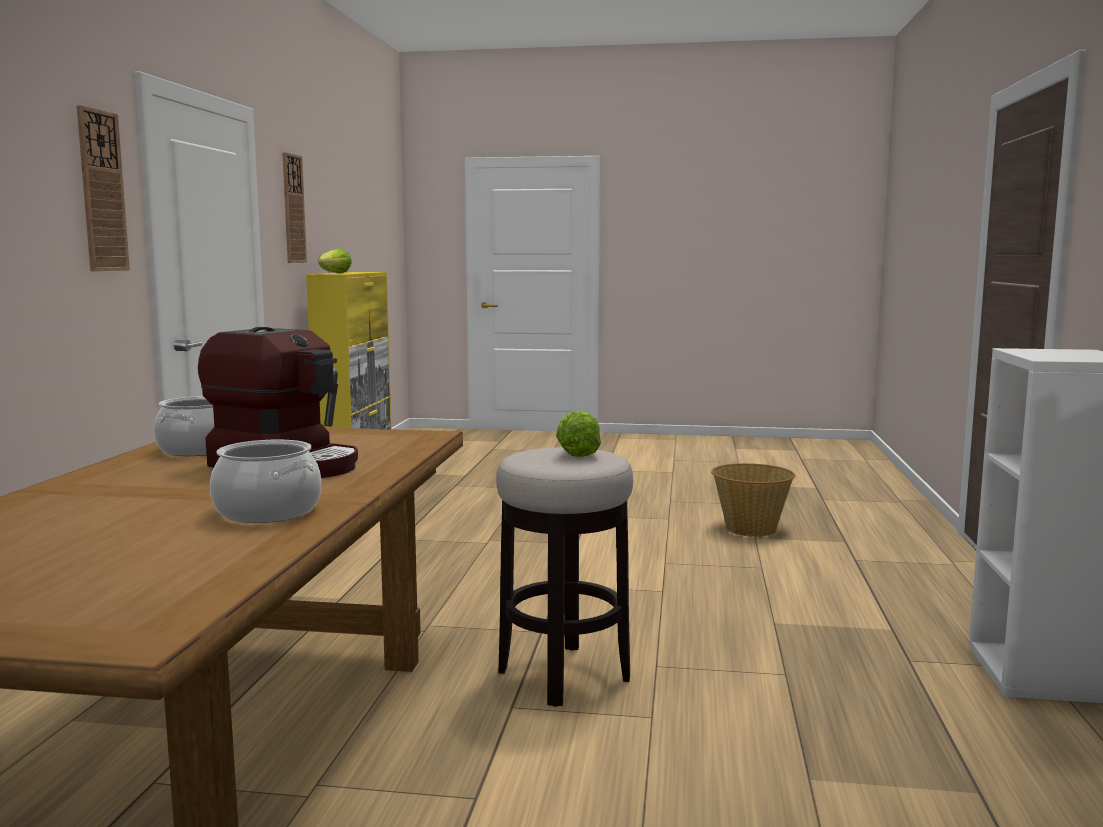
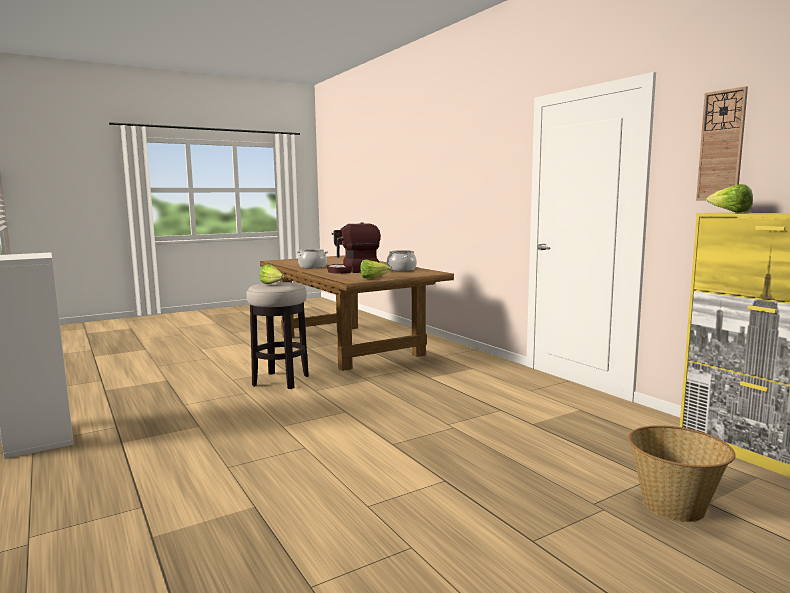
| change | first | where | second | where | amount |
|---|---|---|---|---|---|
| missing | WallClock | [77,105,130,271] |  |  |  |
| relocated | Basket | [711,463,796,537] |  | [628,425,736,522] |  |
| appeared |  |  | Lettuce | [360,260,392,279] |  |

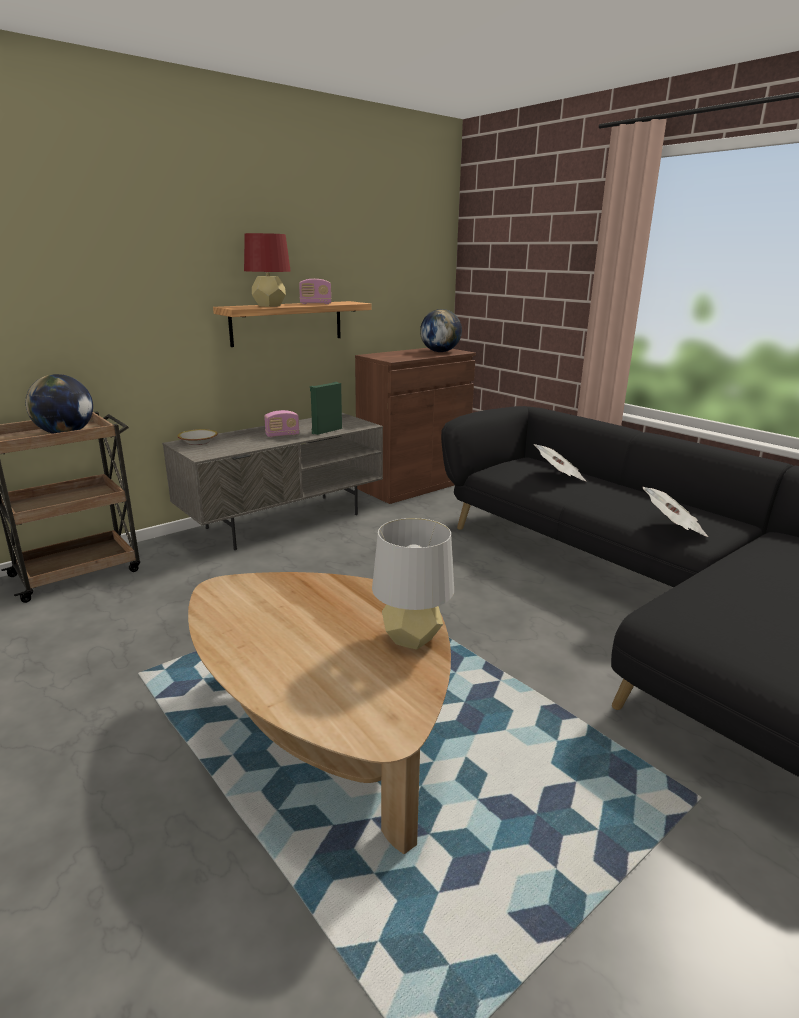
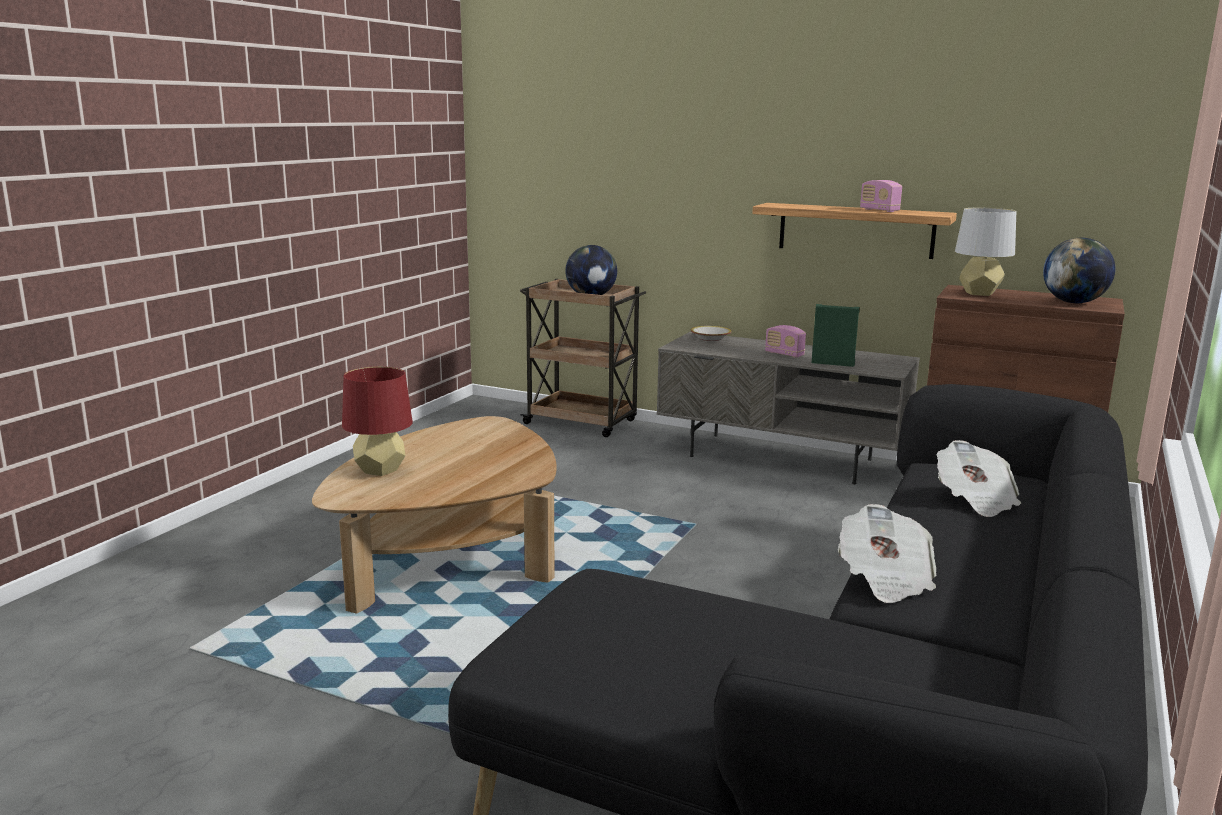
| change | first | where | second | where | amount |
|---|---|---|---|---|---|
| relocated | RedTableLamp | [244,233,291,307] |  | [342,366,413,476] |  |
| relocated | GreyTableLamp | [372,518,454,650] |  | [955,208,1016,296] |  |

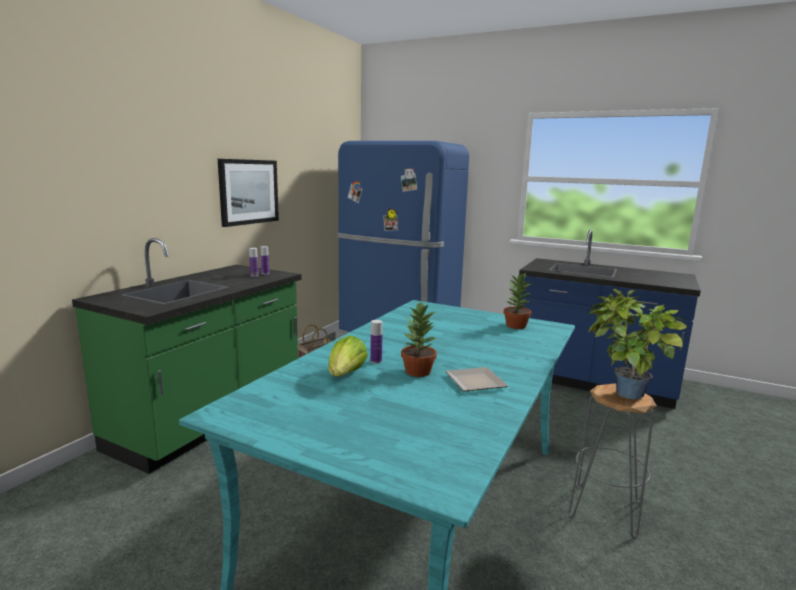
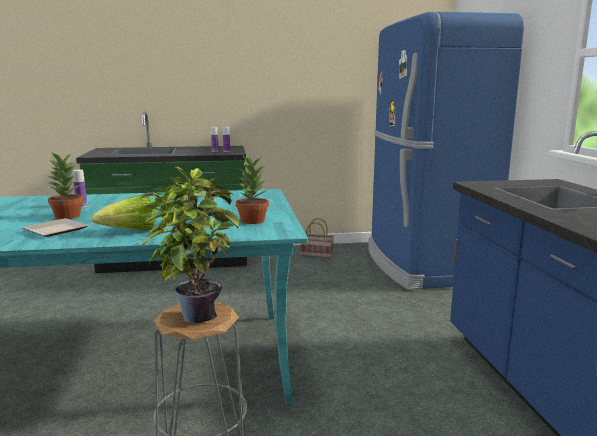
| change | first | where | second | where | amount |
|---|---|---|---|---|---|
| missing | Picture | [218,159,279,227] |  |  |  |
| relocated | Lettuce | [328,335,368,377] |  | [91,195,156,231] |  |

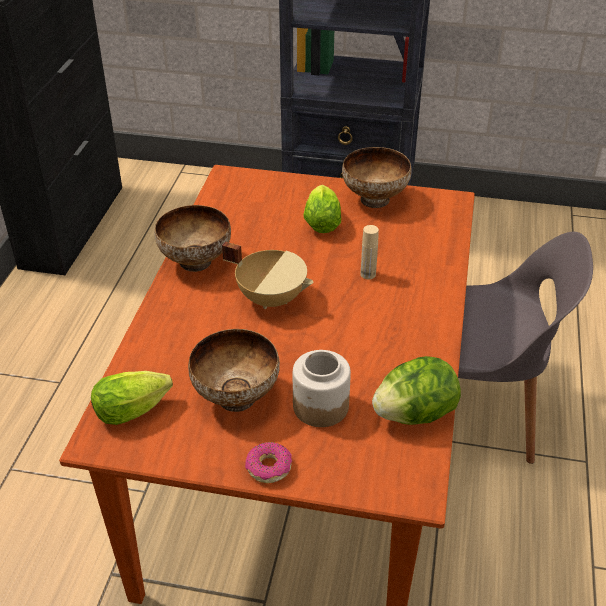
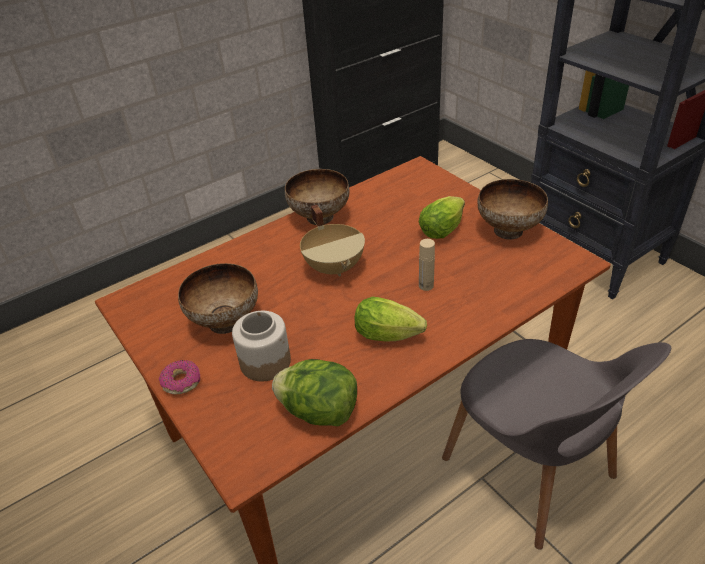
| change | first | where | second | where | amount |
|---|---|---|---|---|---|
| relocated | Lettuce | [91,371,173,425] |  | [355,297,427,341] |  |

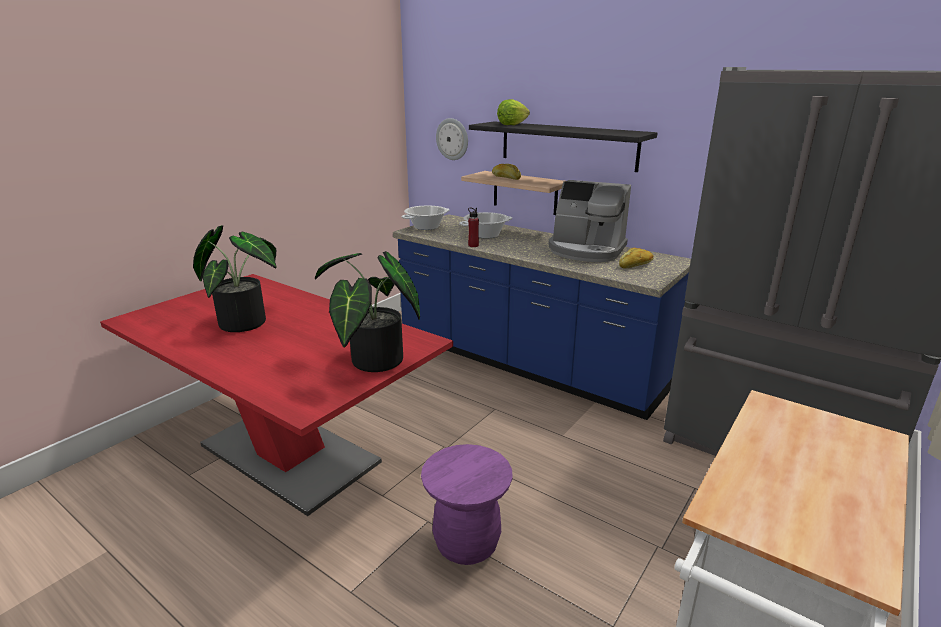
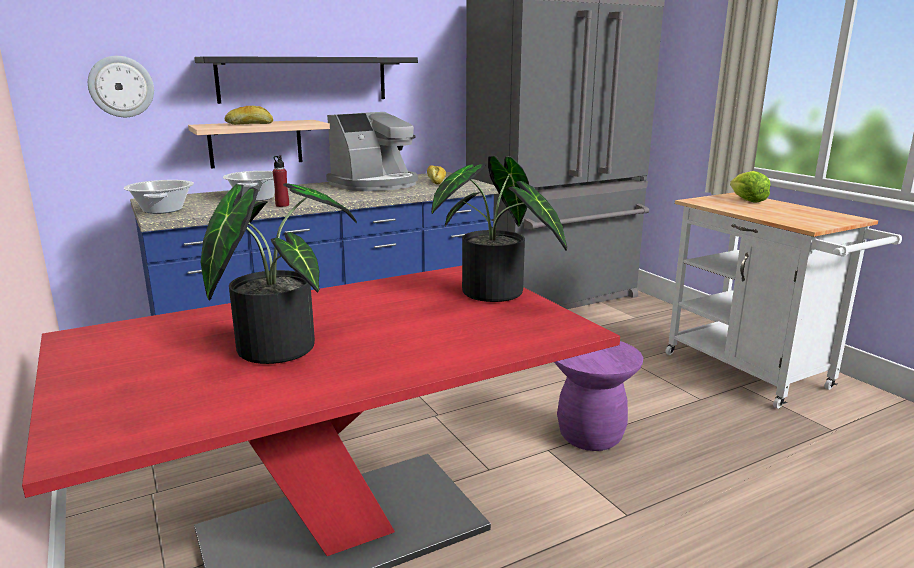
| change | first | where | second | where | amount |
|---|---|---|---|---|---|
| relocated | Lettuce | [497,99,530,125] |  | [730,171,770,203] |  |

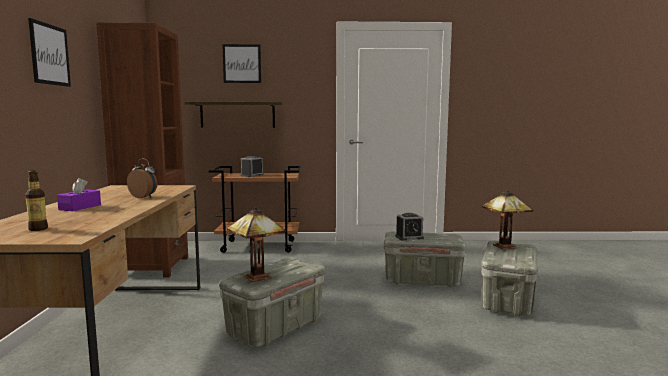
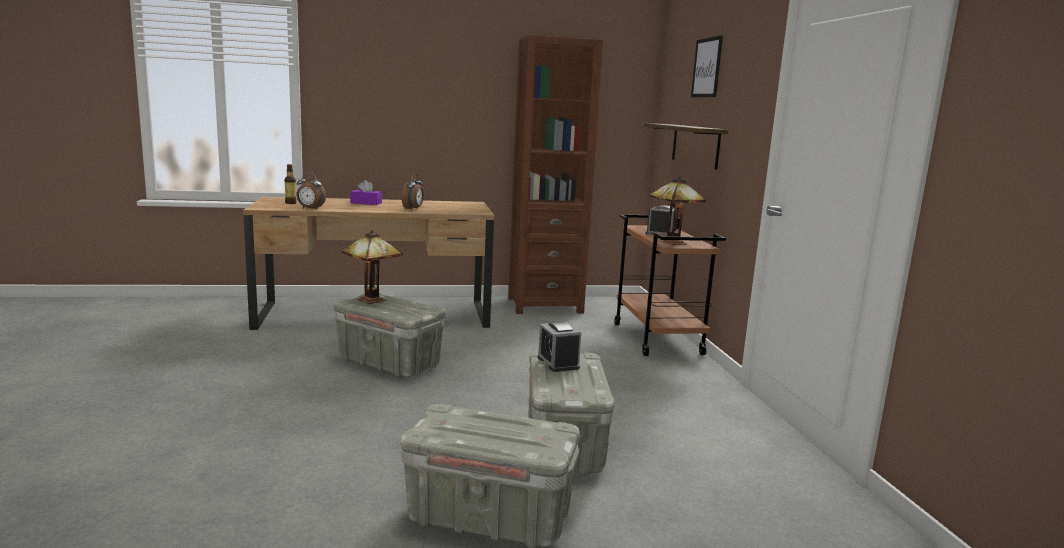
| change | first | where | second | where | amount |
|---|---|---|---|---|---|
| missing | Picture | [28,18,71,87] |  |  |  |
| relocated | TableLamp | [481,190,533,249] |  | [649,176,706,245] |  |
| appeared |  |  | AlarmClock | [296,172,326,209] |  |

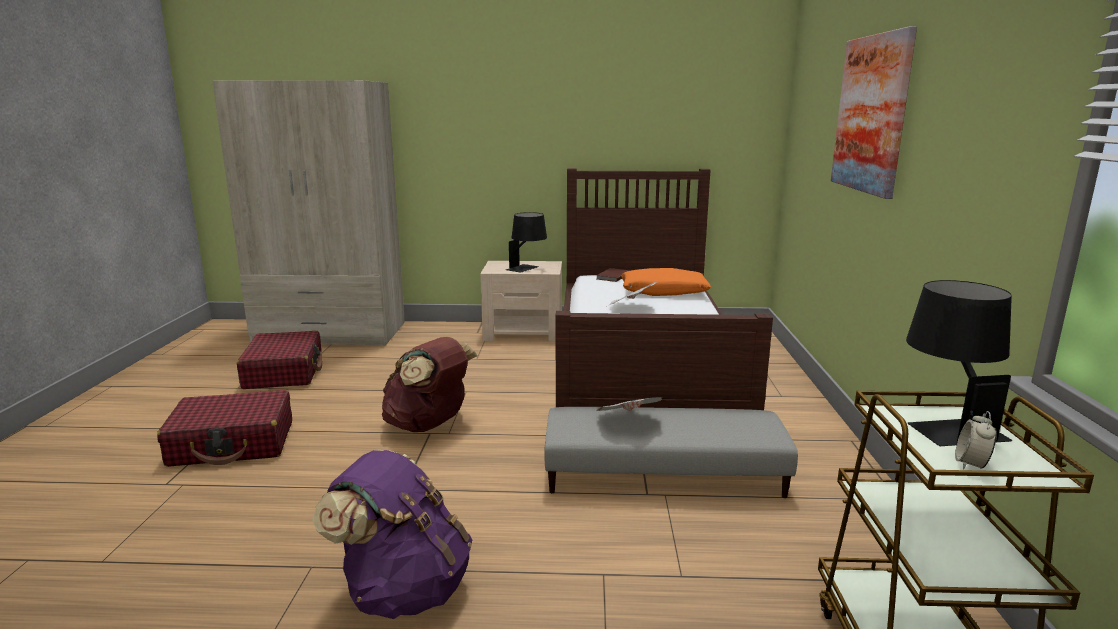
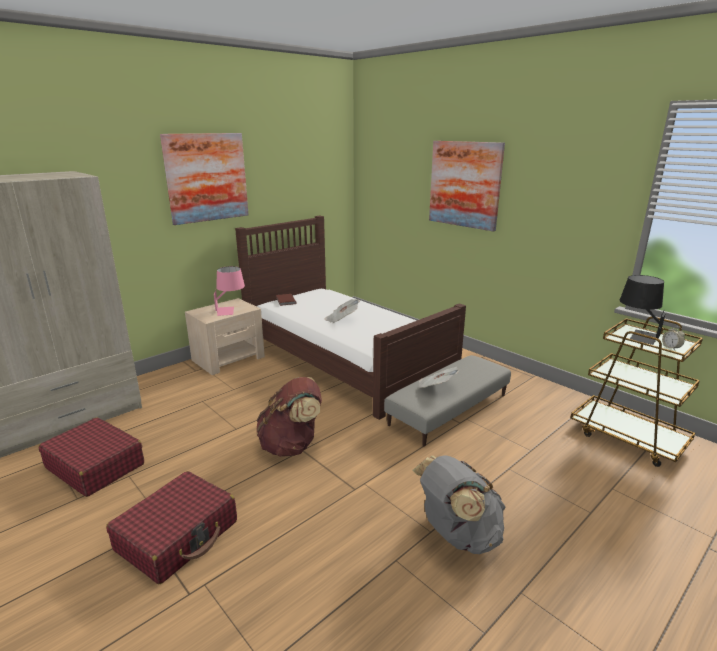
| change | first | where | second | where | amount |
|---|---|---|---|---|---|
| colour | BlackTableLamp | [506,212,547,273] | PinkTableLamp | [214,266,245,316] |  |
| missing | OrangePillow | [621,268,711,296] |  |  |  |
| colour | PurpleBackpack | [313,450,472,619] | GreyBackpack | [413,455,506,554] |  |
| appeared |  |  | Picture | [160,133,249,225] |  |

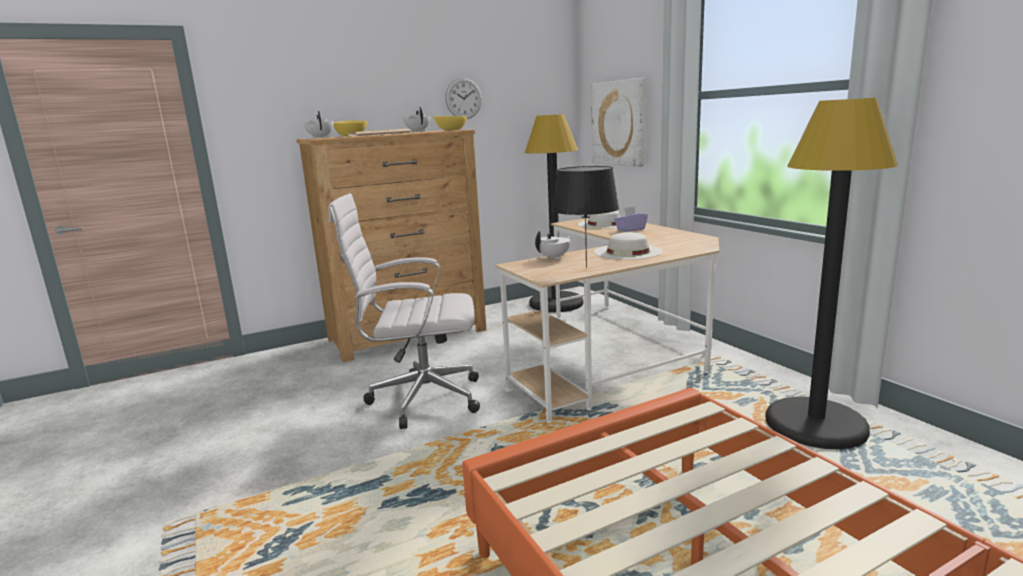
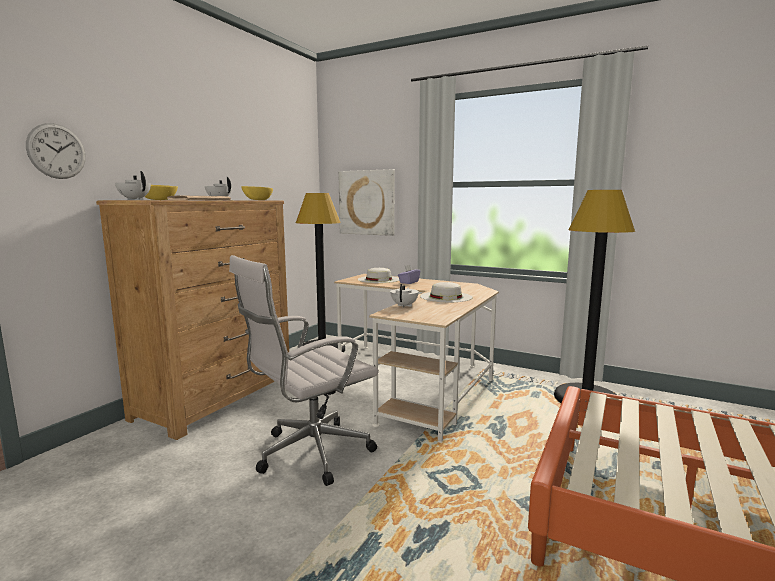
| change | first | where | second | where | amount |
|---|---|---|---|---|---|
| relocated | WallClock | [445,78,482,119] |  | [26,123,86,179] |  |
| missing | BlackTableLamp | [552,166,619,268] |  |  |  |

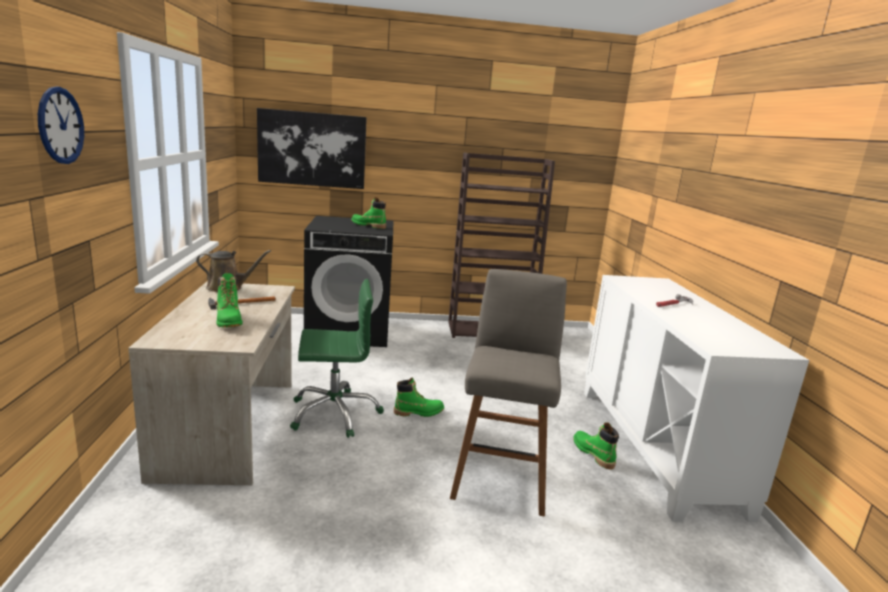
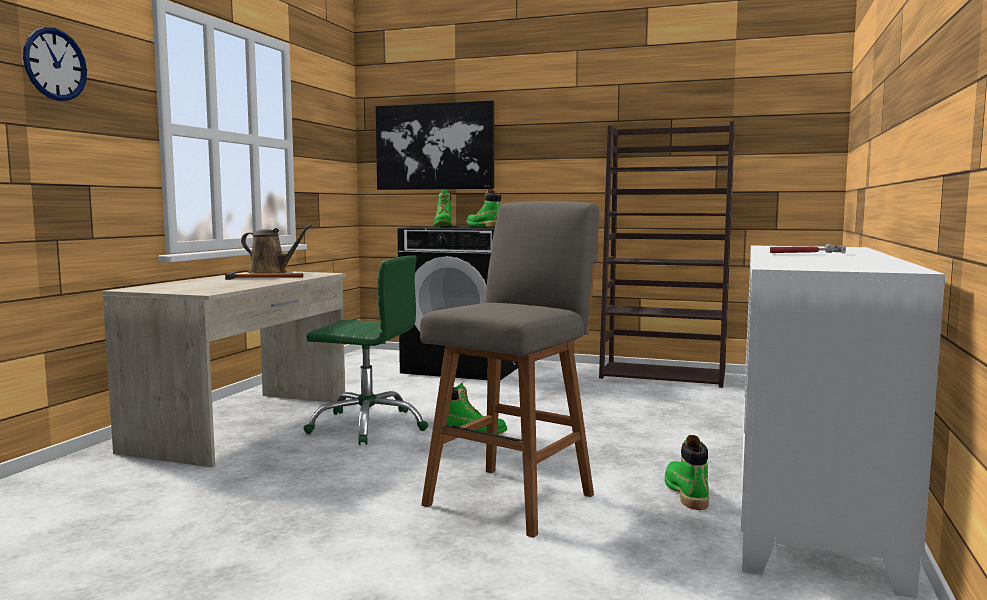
| change | first | where | second | where | amount |
|---|---|---|---|---|---|
| relocated | GreenBoot | [216,273,243,328] |  | [434,190,452,226] |  |

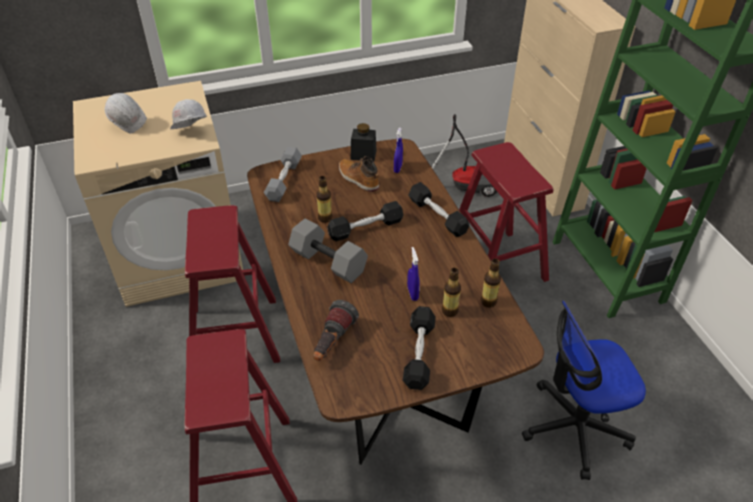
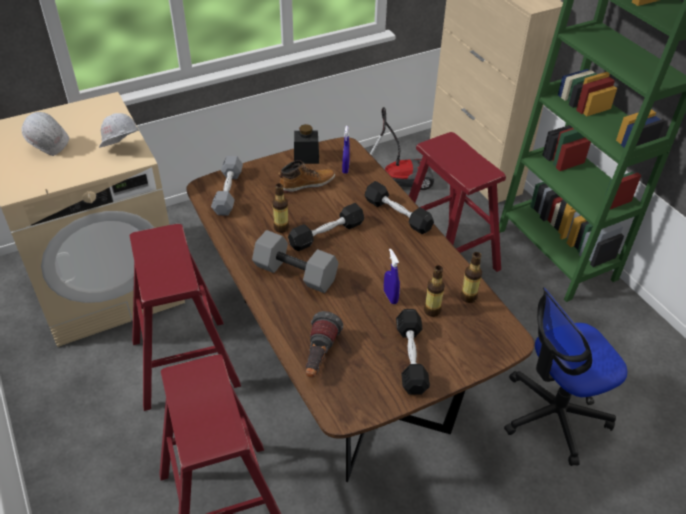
| change | first | where | second | where | amount |
|---|---|---|---|---|---|
| spun | Boot | [339,156,379,192] |  | [278,160,335,193] | 120 degrees clockwise |

